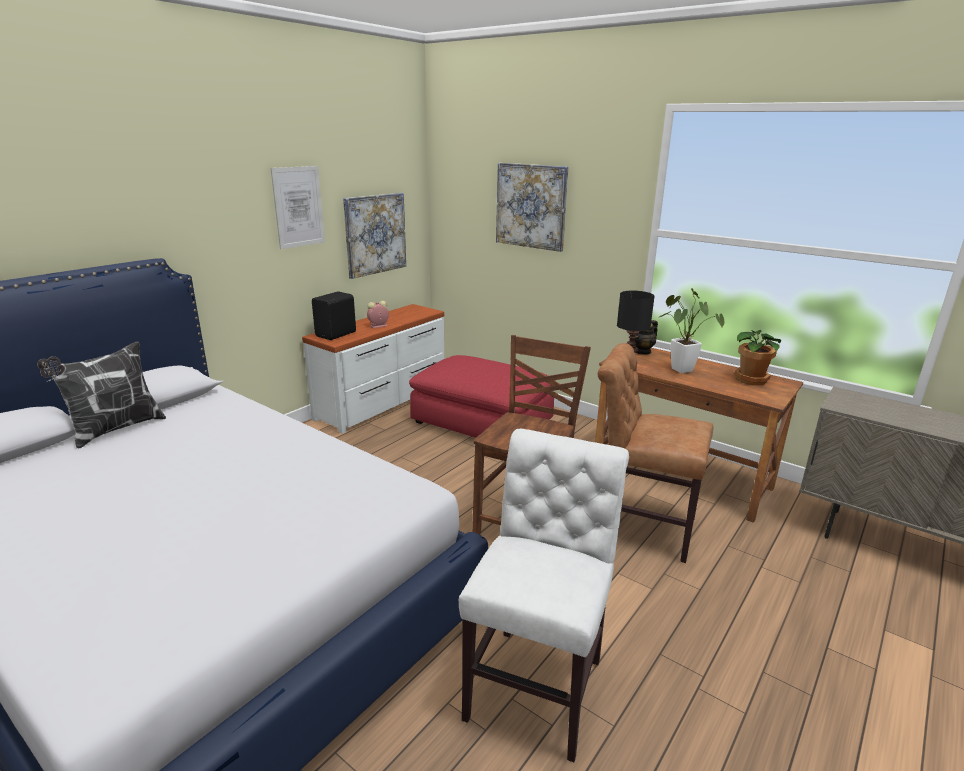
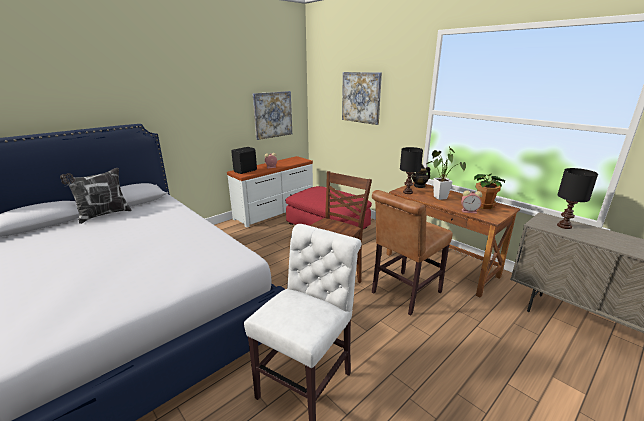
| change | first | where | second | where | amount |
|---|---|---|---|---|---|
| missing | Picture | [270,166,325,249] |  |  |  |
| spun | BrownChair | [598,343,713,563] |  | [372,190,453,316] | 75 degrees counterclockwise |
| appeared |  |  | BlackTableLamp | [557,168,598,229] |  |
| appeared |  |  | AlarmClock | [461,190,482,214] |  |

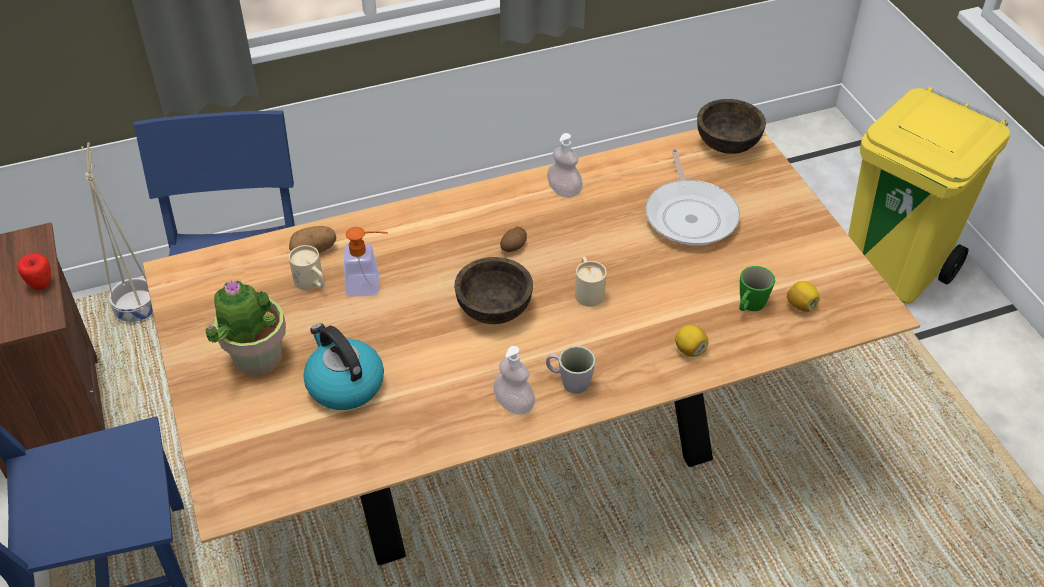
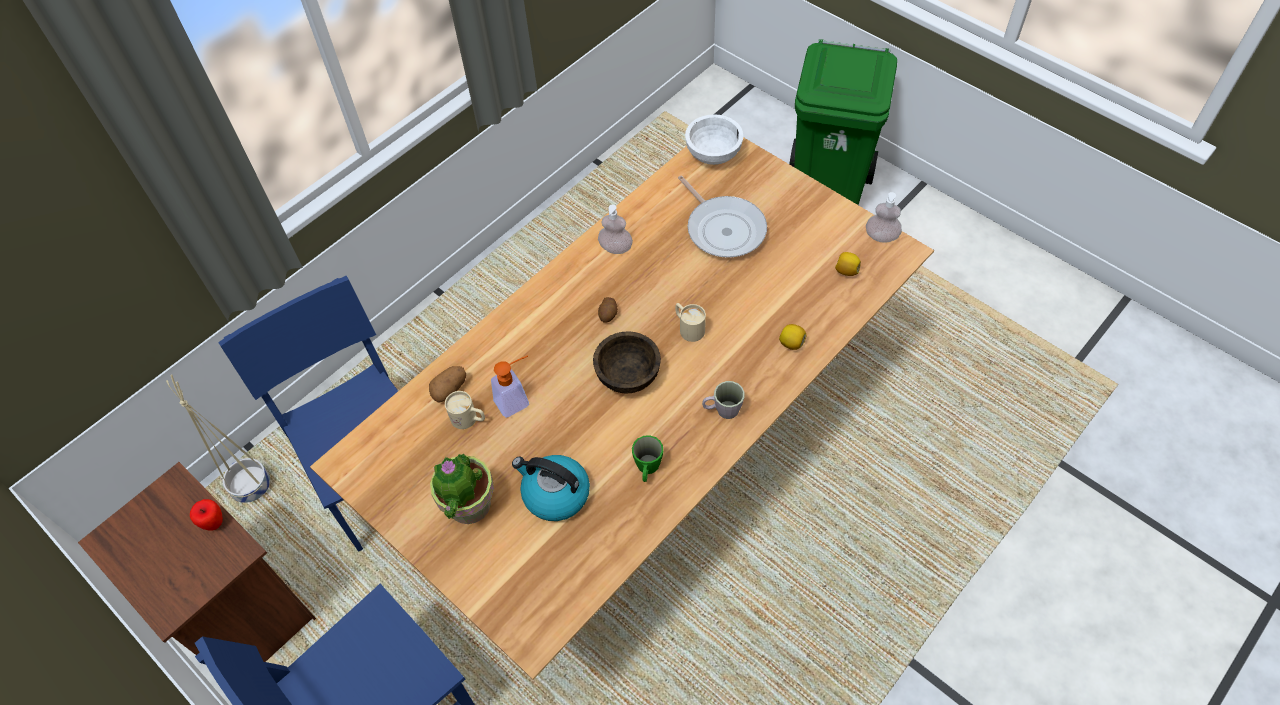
| change | first | where | second | where | amount |
|---|---|---|---|---|---|
| colour | YellowTrashCan | [848,87,1011,304] | GreenTrashCan | [789,39,897,205] |  |
| colour | BrownBowl | [697,99,766,154] | WhiteBowl | [685,114,743,165] |  |
| relocated | GreenMug | [739,266,775,311] |  | [632,435,663,482] |  |
| relocated | SoapDispenser | [493,346,535,415] |  | [866,192,902,243] |  |

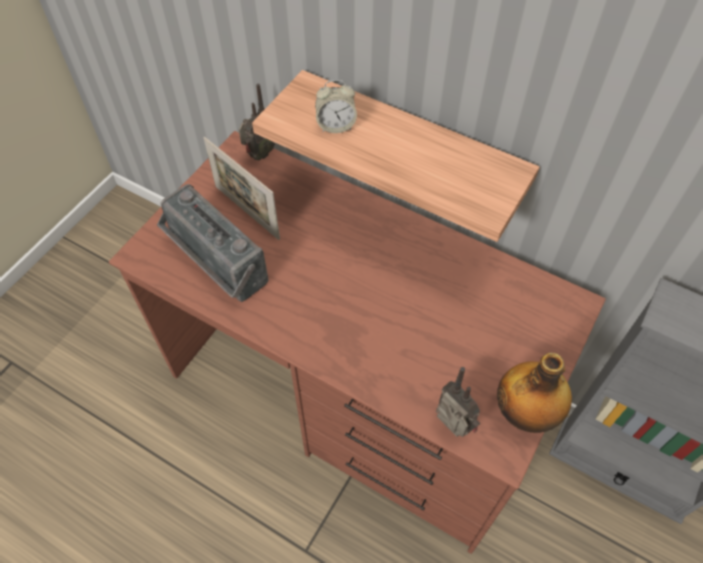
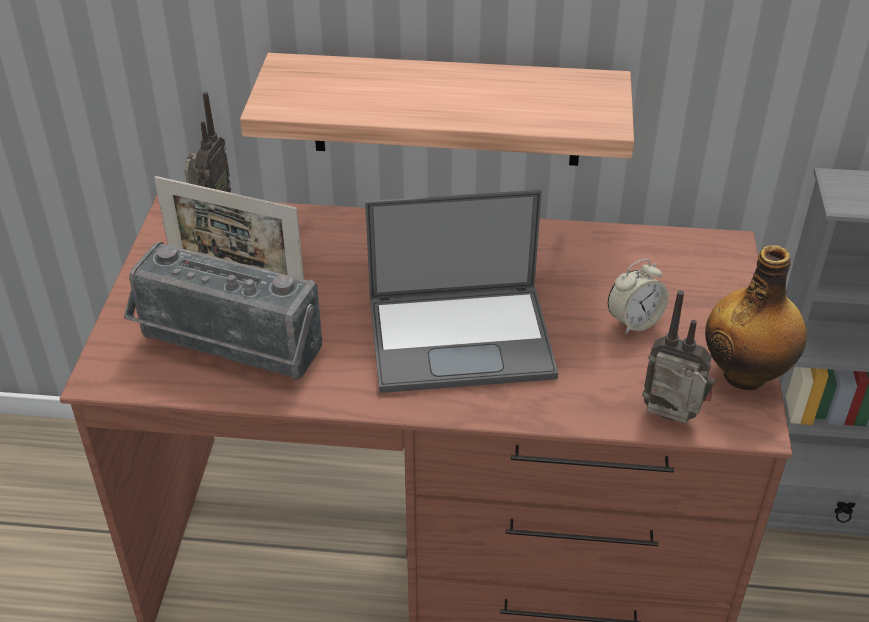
| change | first | where | second | where | amount |
|---|---|---|---|---|---|
| relocated | AlarmClock | [315,80,357,133] |  | [607,259,669,334] |  |
| appeared |  |  | Laptop | [365,190,558,393] |  |

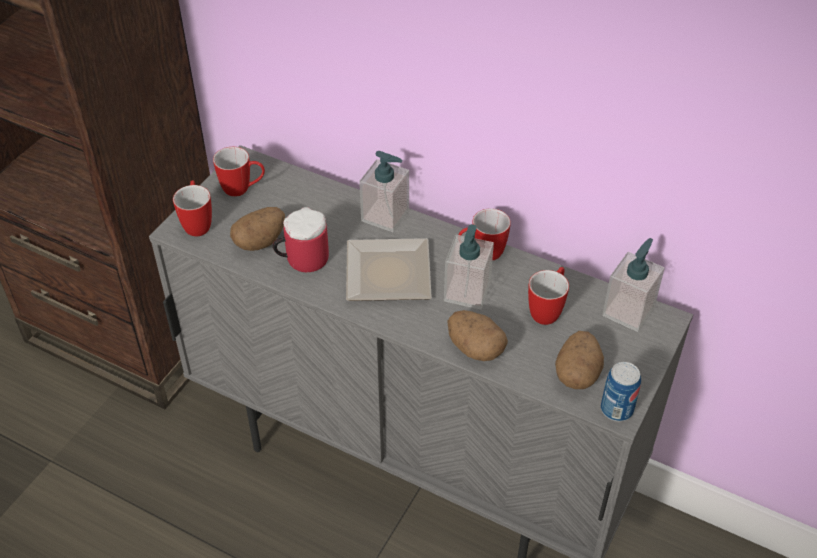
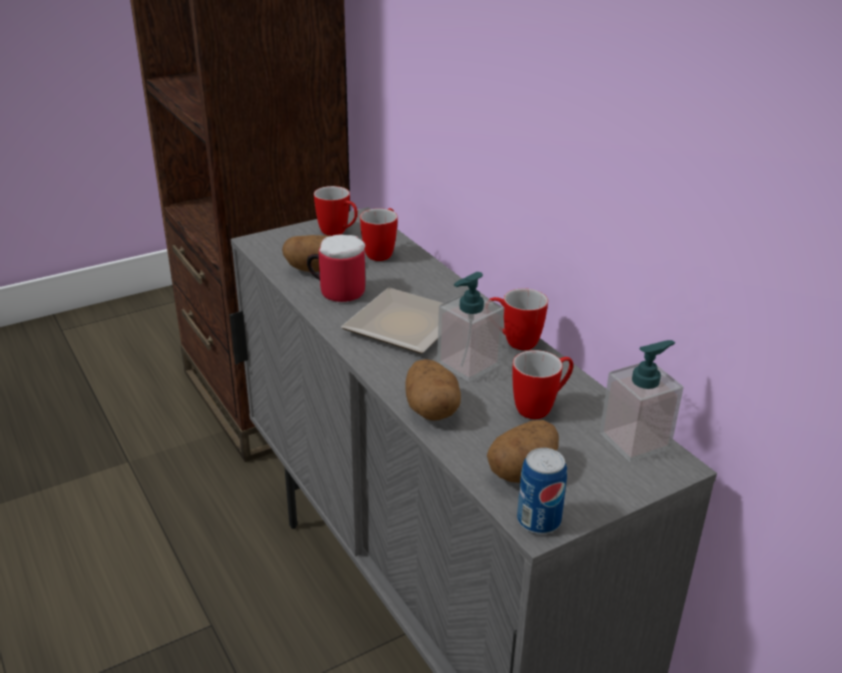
| change | first | where | second | where | amount |
|---|---|---|---|---|---|
| missing | SoapDispenser | [359,151,409,232] |  |  |  |
| relocated | Mug | [173,180,212,236] |  | [360,208,398,261] |  |

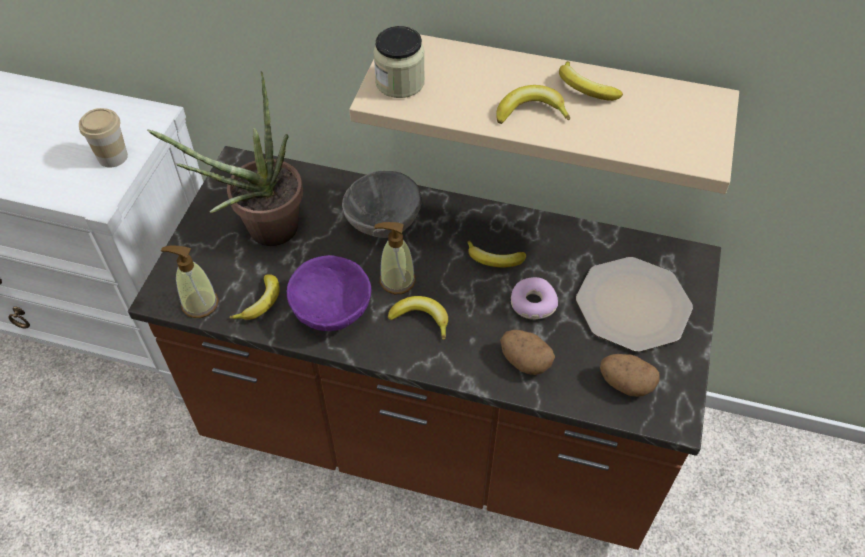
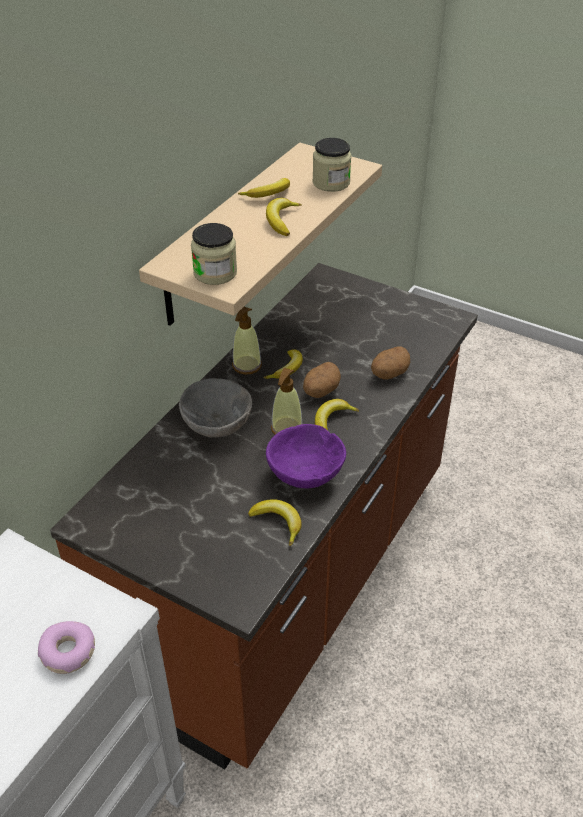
| change | first | where | second | where | amount |
|---|---|---|---|---|---|
| missing | PottedPlant | [147,71,303,246] |  |  |  |
| missing | Cup | [79,108,128,168] |  |  |  |
| relocated | SoapDispenser | [161,246,218,318] |  | [232,307,262,375] |  |
| missing | Plate | [576,257,693,352] |  |  |  |
| relocated | Donut | [511,277,558,320] |  | [38,621,95,674] |  |
| relocated | Potato | [600,354,660,397] |  | [303,362,341,398] |  |
| appeared |  |  | Jar | [312,138,352,192] |  |

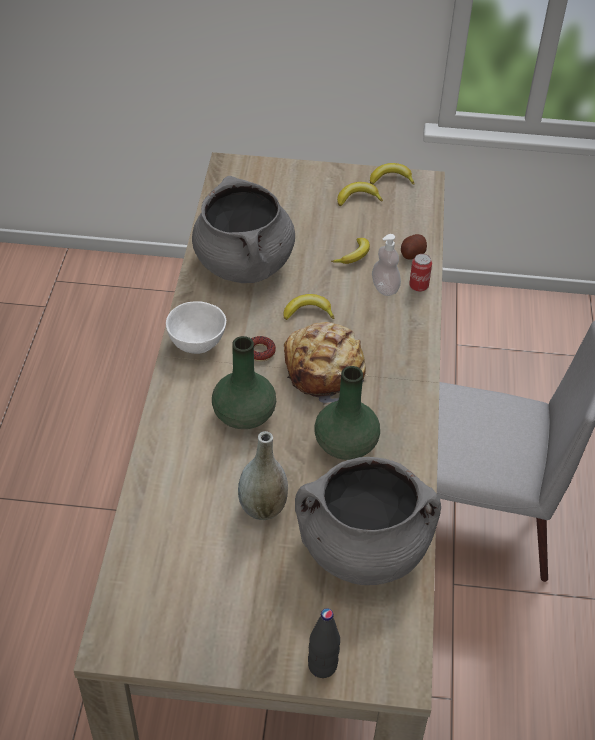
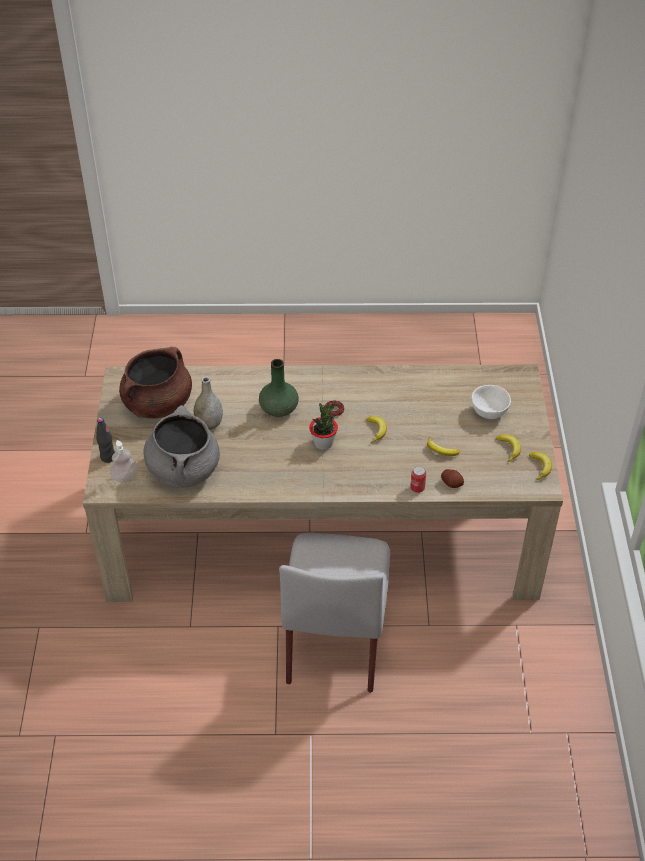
| change | first | where | second | where | amount |
|---|---|---|---|---|---|
| missing | GreyCookingPot | [192,176,295,283] |  |  |  |
| relocated | SoapDispenser | [372,234,401,296] |  | [110,440,138,482] |  |
| relocated | WhiteBowl | [166,301,226,354] |  | [472,385,511,419] |  |
| exchanged | Bread | [284,322,368,407] | PottedPlant | [309,402,338,450] |  |
| missing | GreenVase | [314,366,380,460] |  |  |  |
| appeared |  |  | BrownCookingPot | [119,347,192,419] |  |

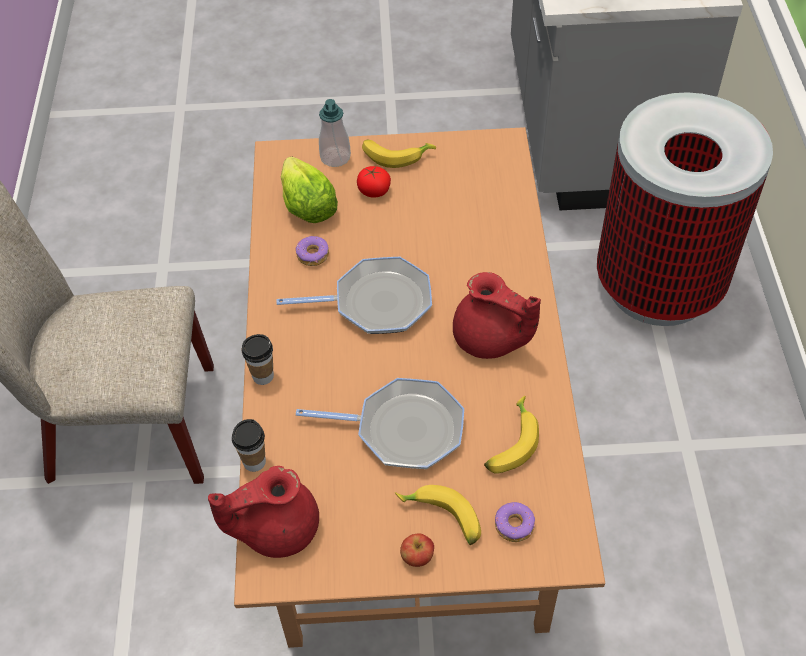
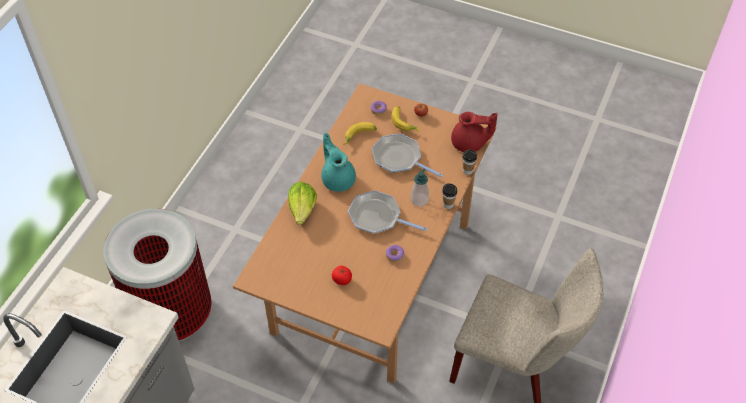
| change | first | where | second | where | amount |
|---|---|---|---|---|---|
| relocated | SoapDispenser | [319,99,351,167] |  | [411,168,429,206] |  |
| missing | Banana | [362,139,436,168] |  |  |  |
| relocated | Lettuce | [281,156,338,223] |  | [288,182,317,225] |  |
| colour | RedTeapot | [453,272,541,359] | TurquoiseTeapot | [321,133,356,192] |  |

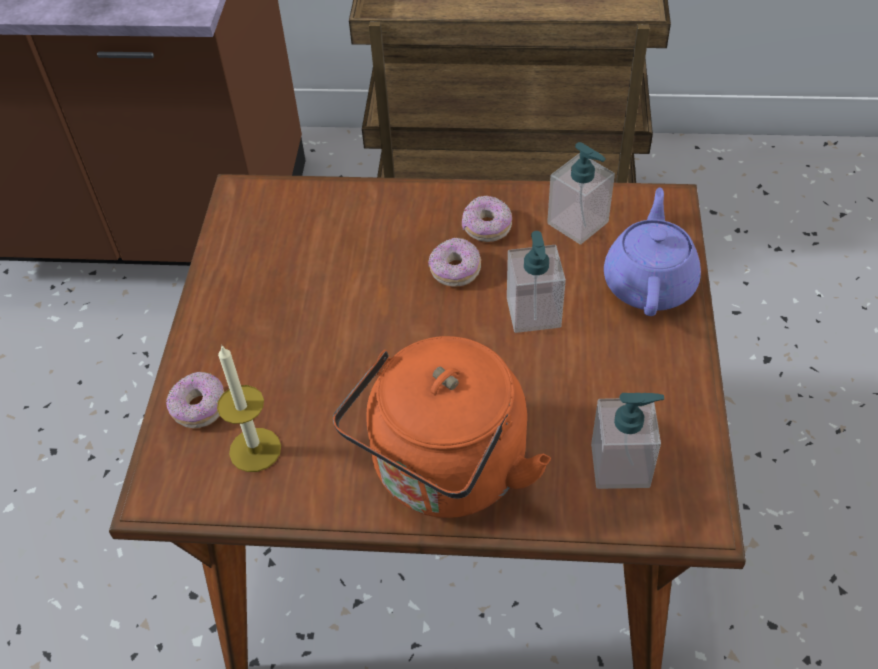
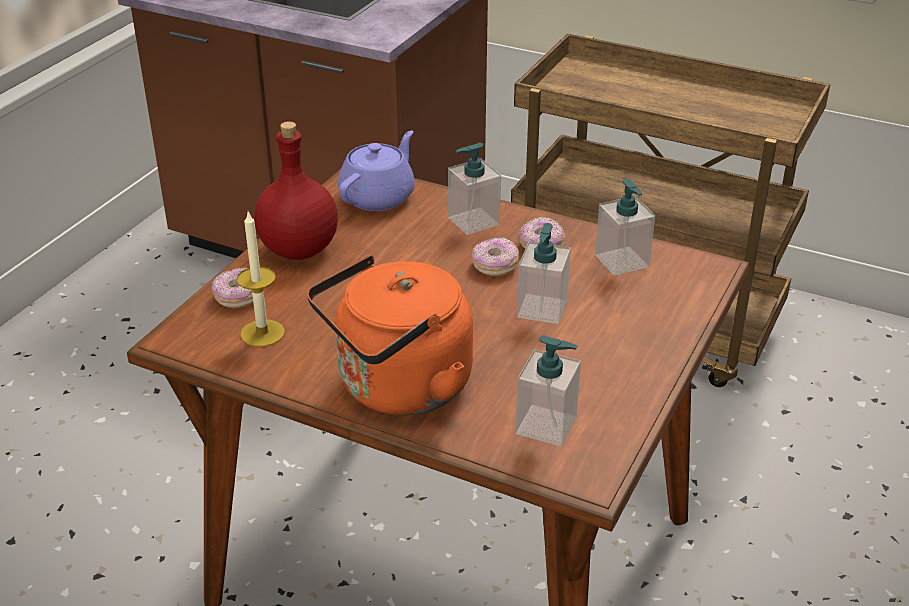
| change | first | where | second | where | amount |
|---|---|---|---|---|---|
| relocated | PurpleTeapot | [604,187,701,316] |  | [338,130,415,211] |  |
| appeared |  |  | RedBottle | [254,121,338,260] |  |
| appeared |  |  | SoapDispenser | [448,143,501,235] |  |

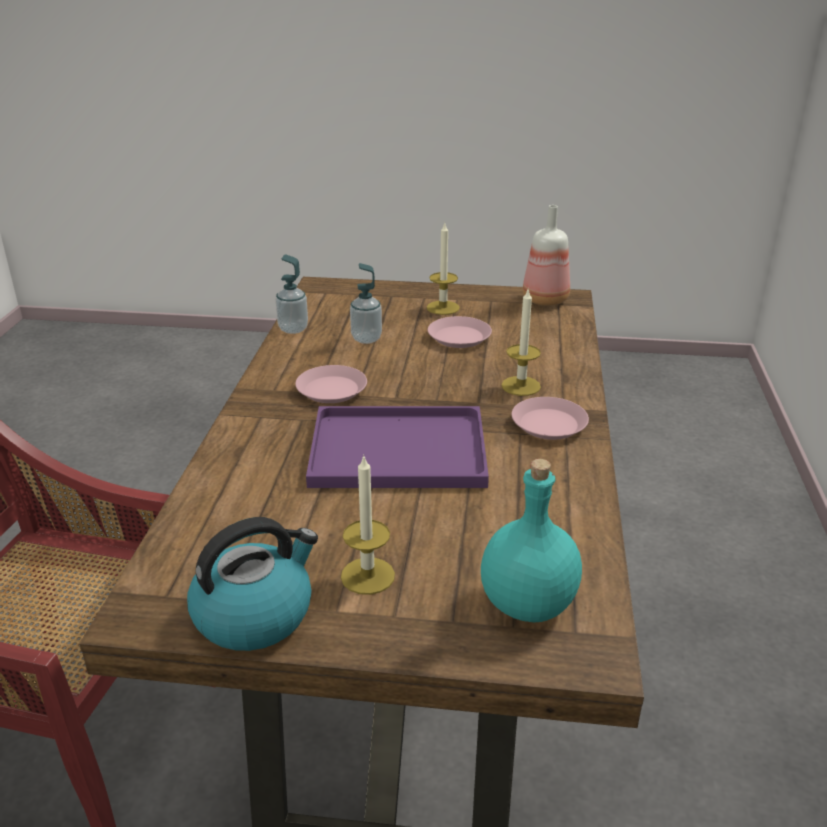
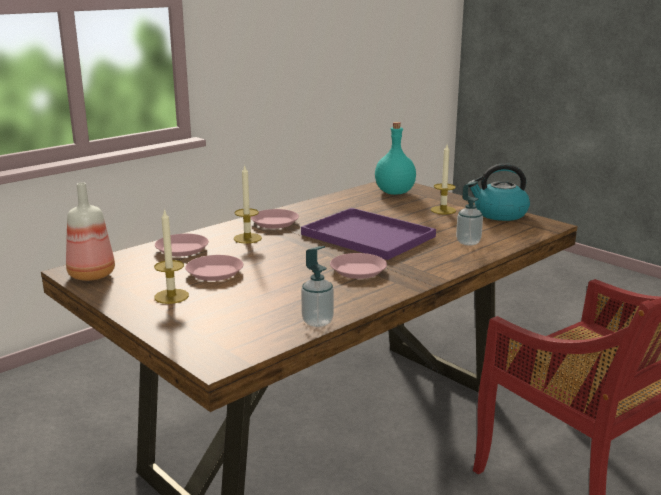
| change | first | where | second | where | amount |
|---|---|---|---|---|---|
| relocated | SoapDispenser | [350,263,382,344] |  | [456,181,483,246] |  |
| appeared |  |  | PinkPlate | [155,234,209,256] |  |

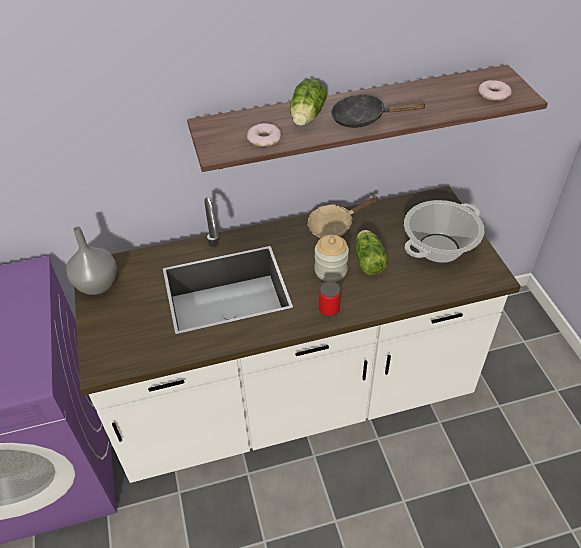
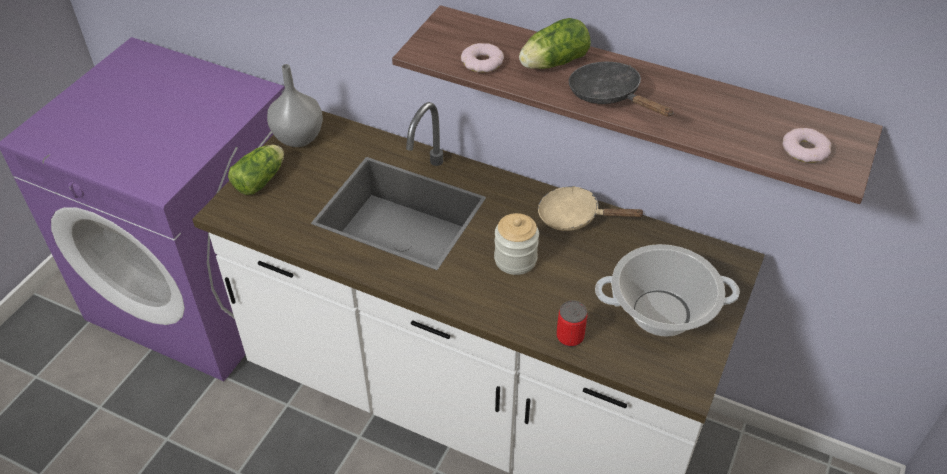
| change | first | where | second | where | amount |
|---|---|---|---|---|---|
| relocated | Lettuce | [355,230,388,275] |  | [228,145,284,195] |  |
| relocated | Can | [319,281,341,317] |  | [556,301,587,347] |  |

